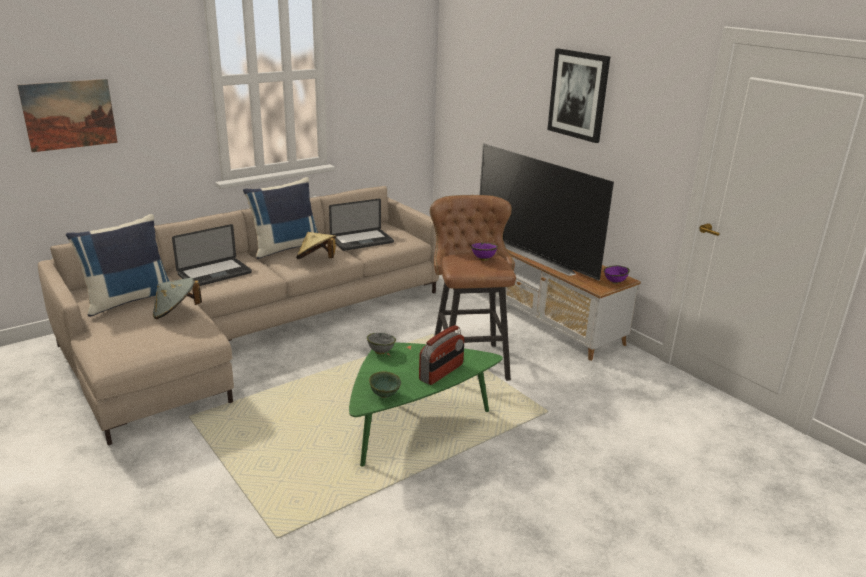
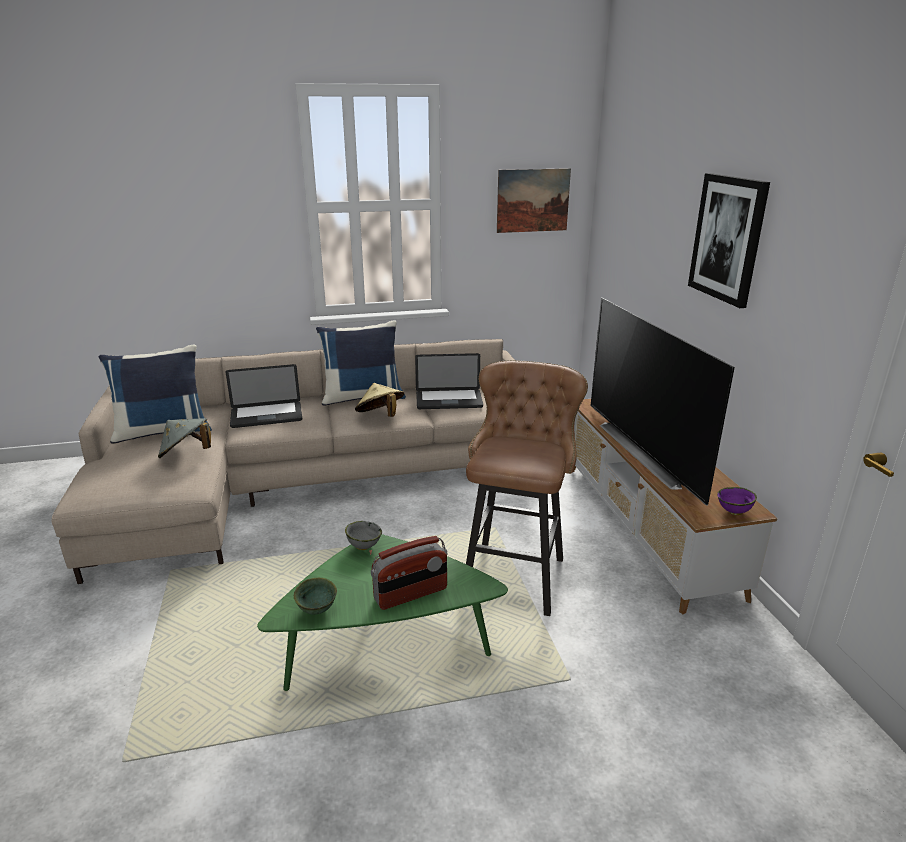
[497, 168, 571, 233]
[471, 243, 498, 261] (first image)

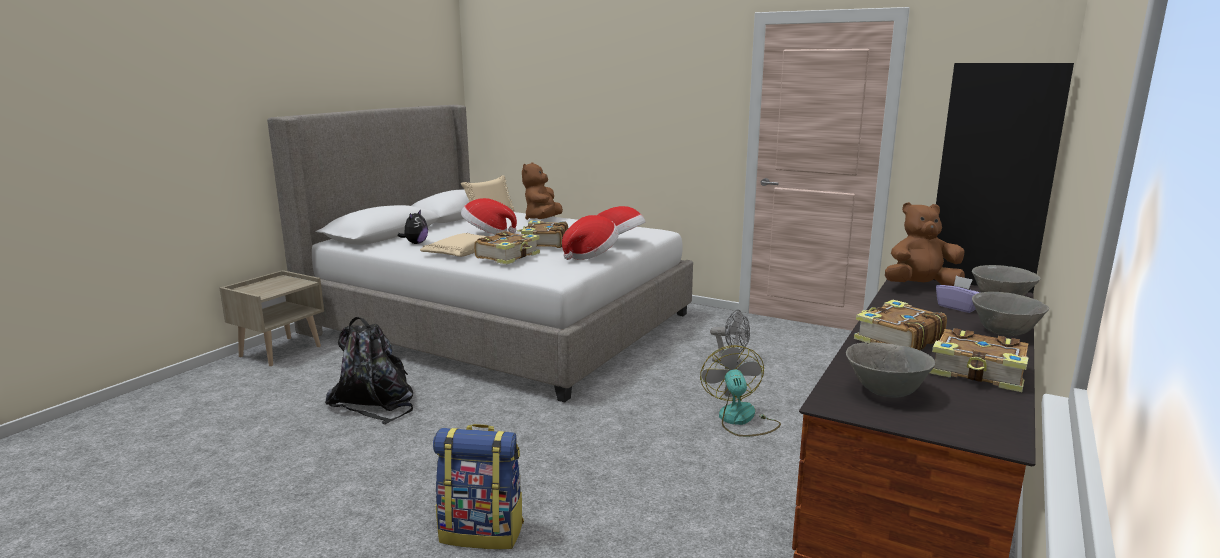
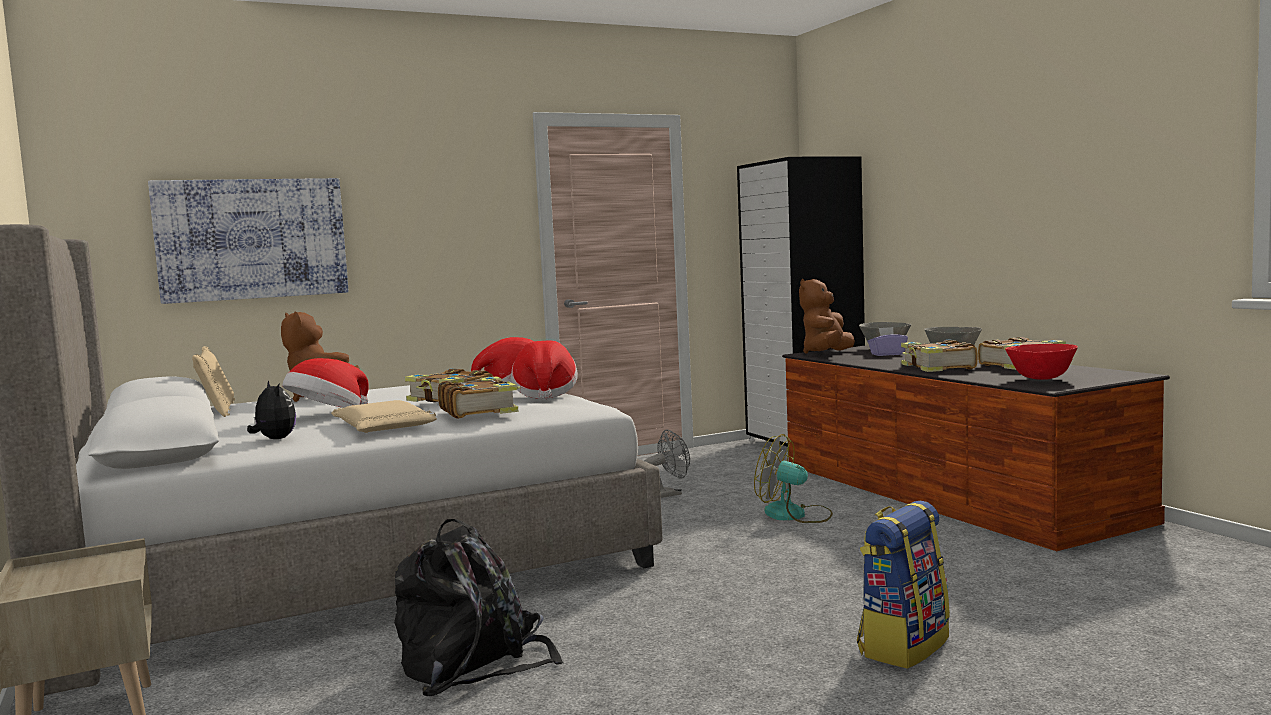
[1005, 344, 1078, 380]
[148, 178, 349, 304]

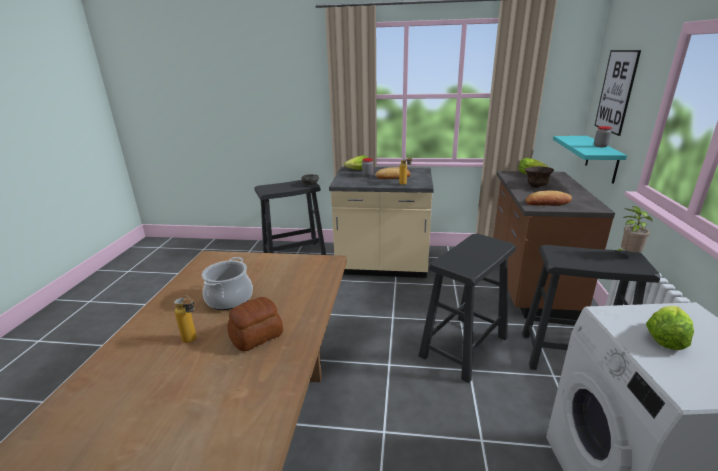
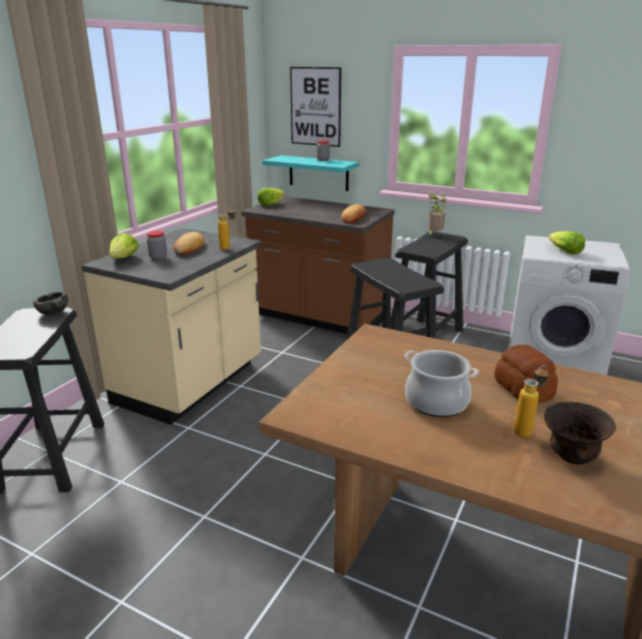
[544, 402, 616, 465]

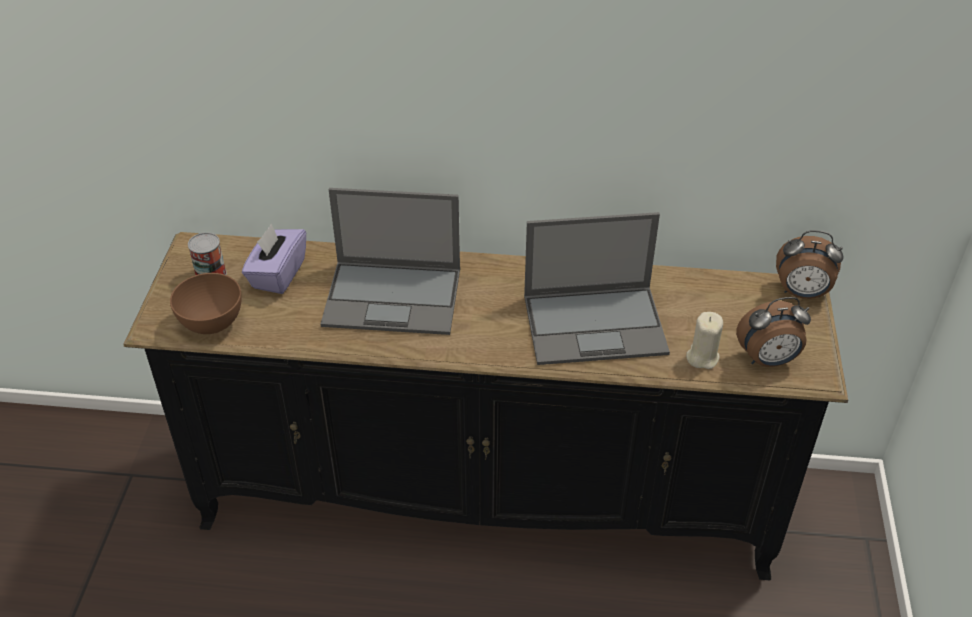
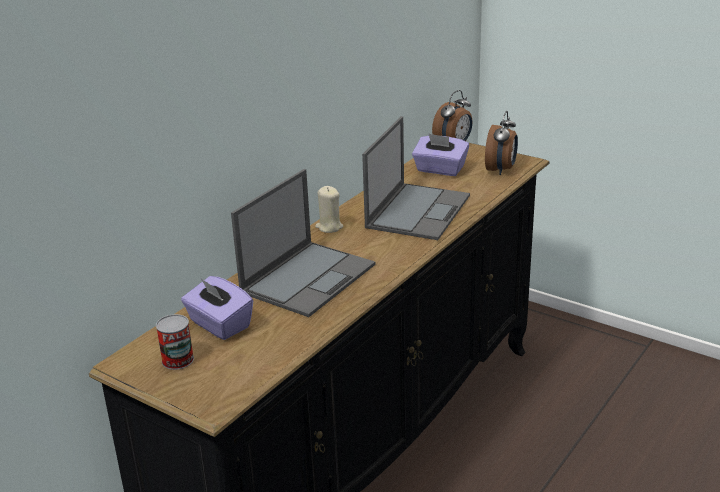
[170, 273, 242, 334] (first image)
[315, 186, 344, 233]
[412, 133, 469, 176]

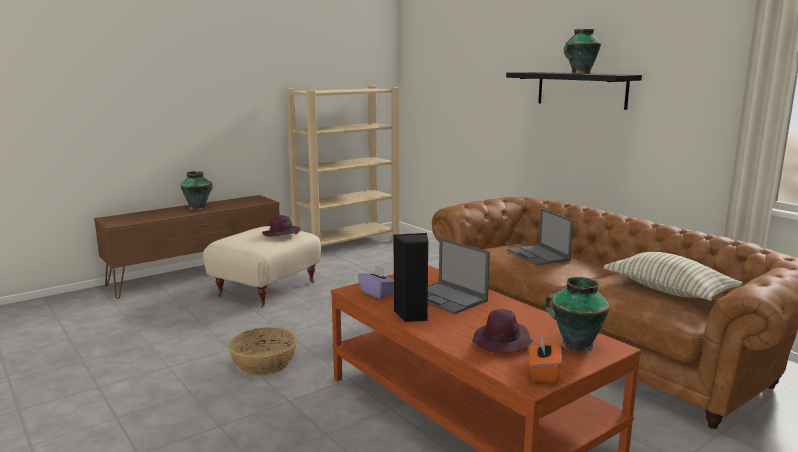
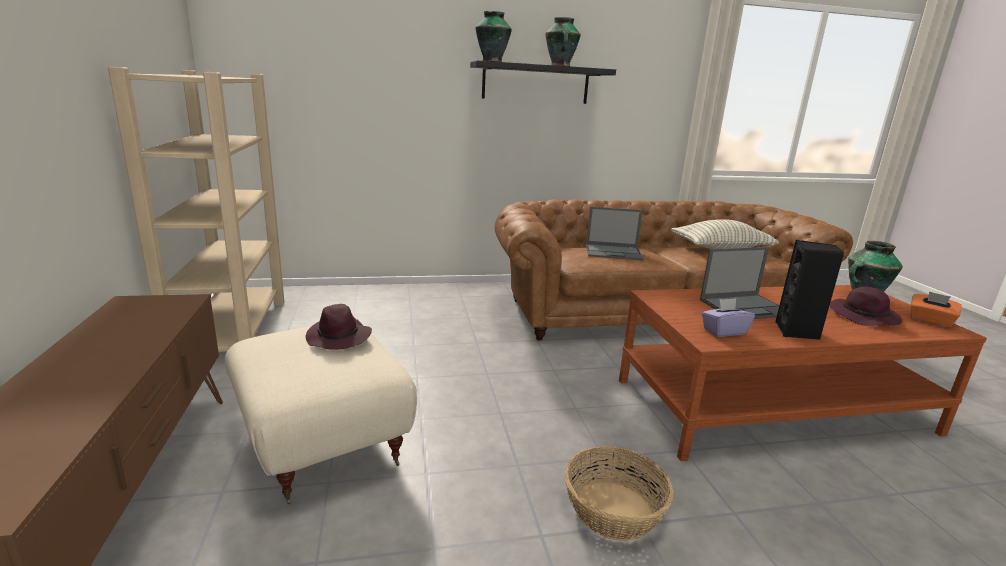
[475, 11, 512, 62]

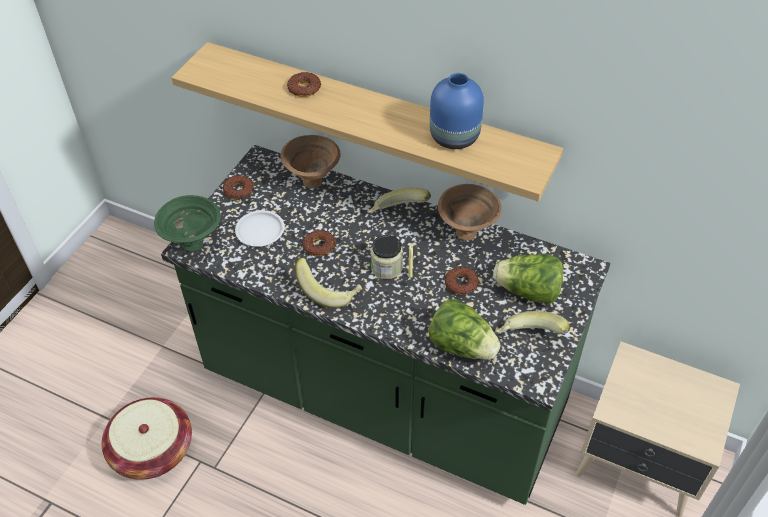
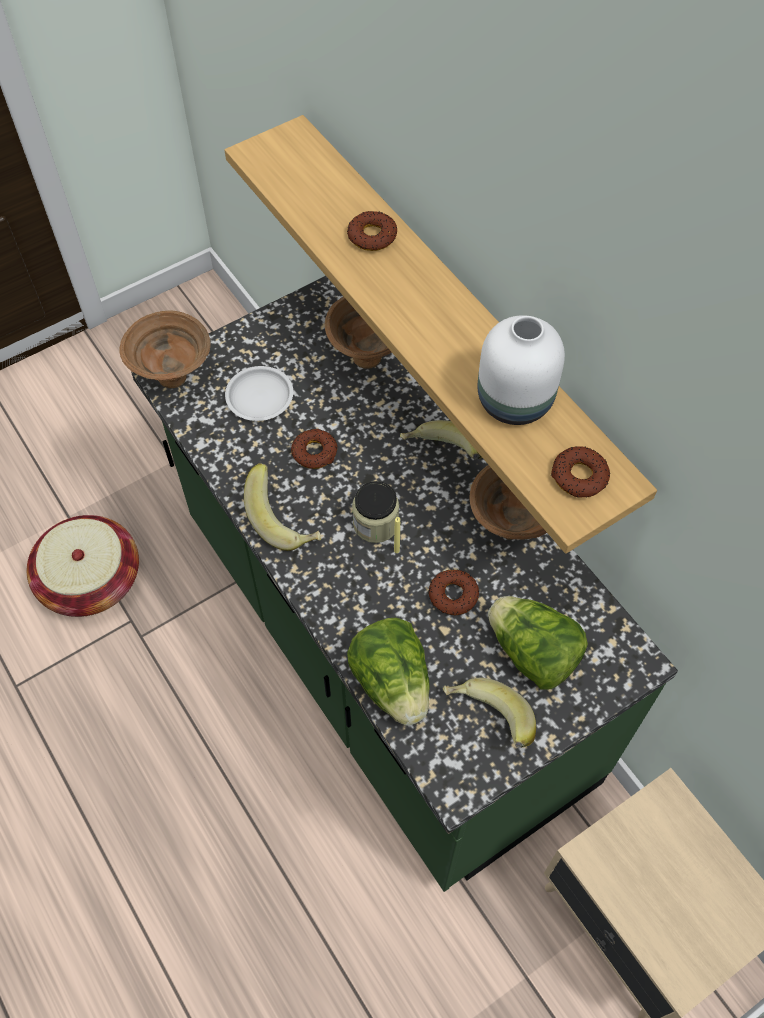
[477, 315, 565, 425]
[551, 446, 610, 498]
[119, 310, 211, 388]

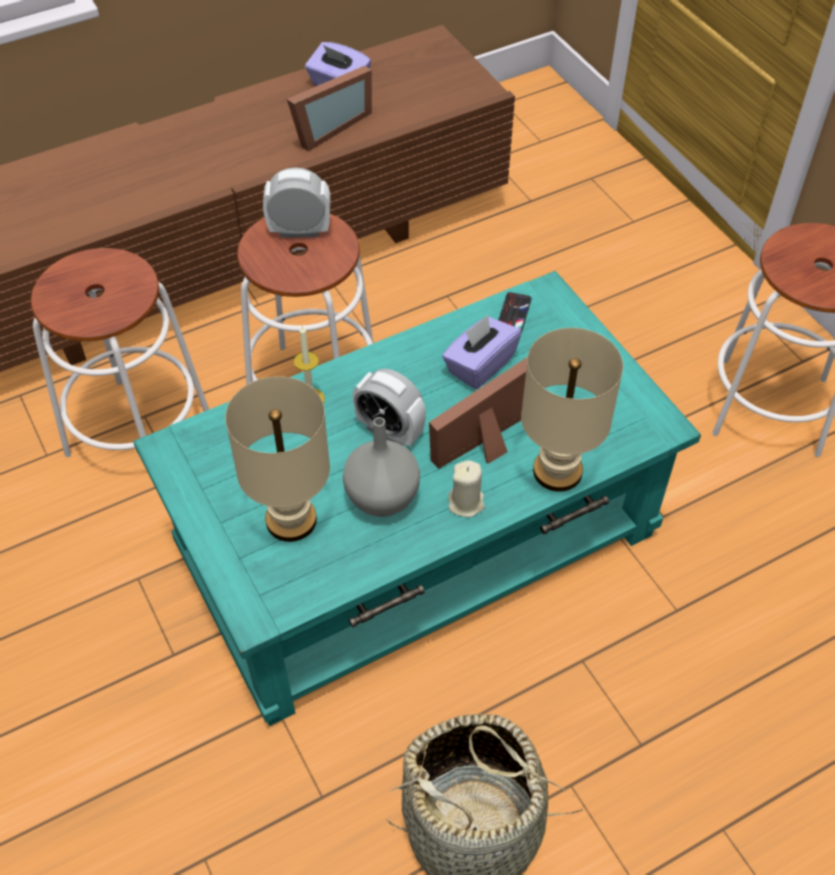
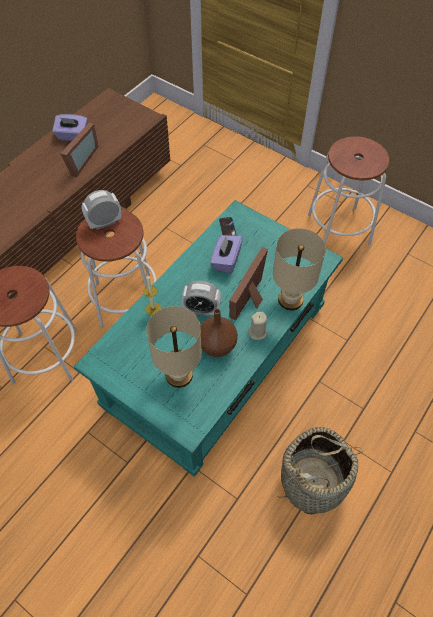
[200, 309, 238, 357]

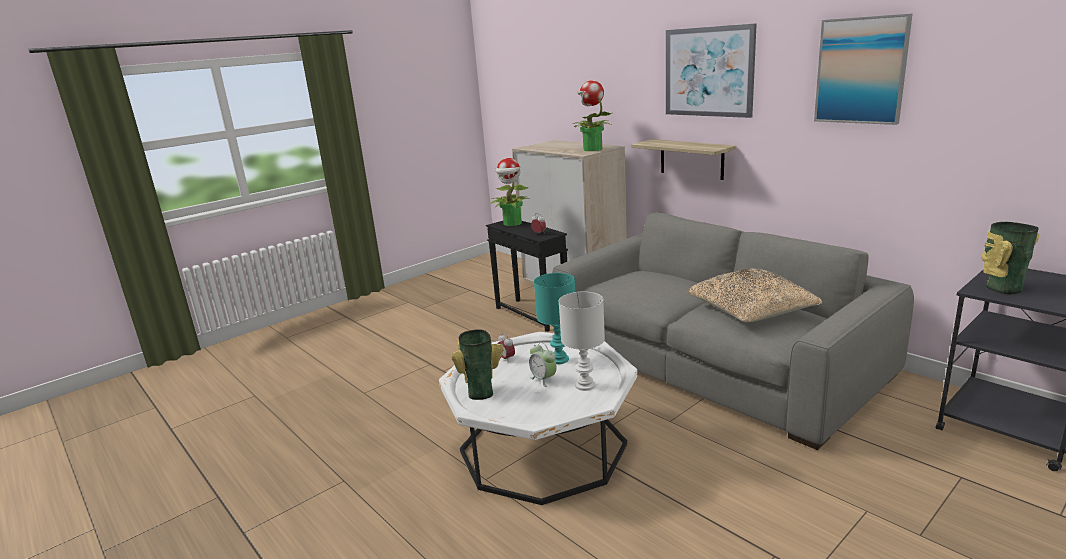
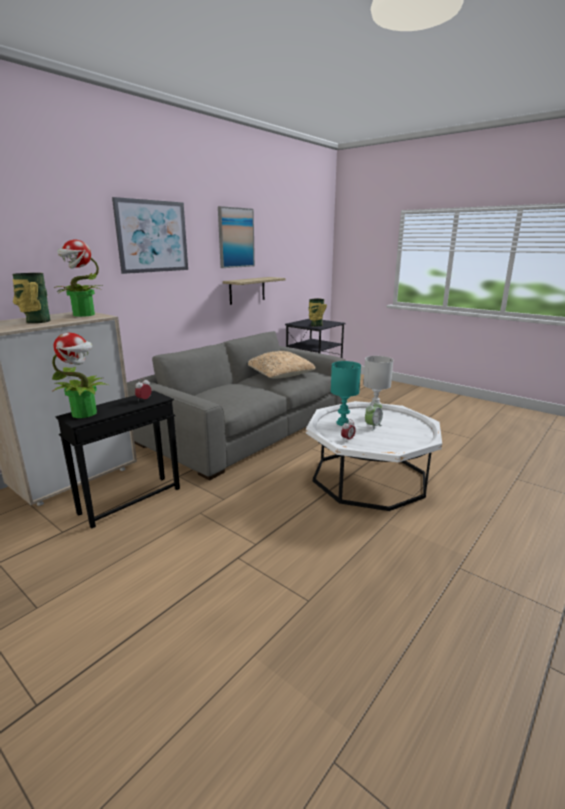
[223, 277, 285, 305]
[13, 273, 51, 323]

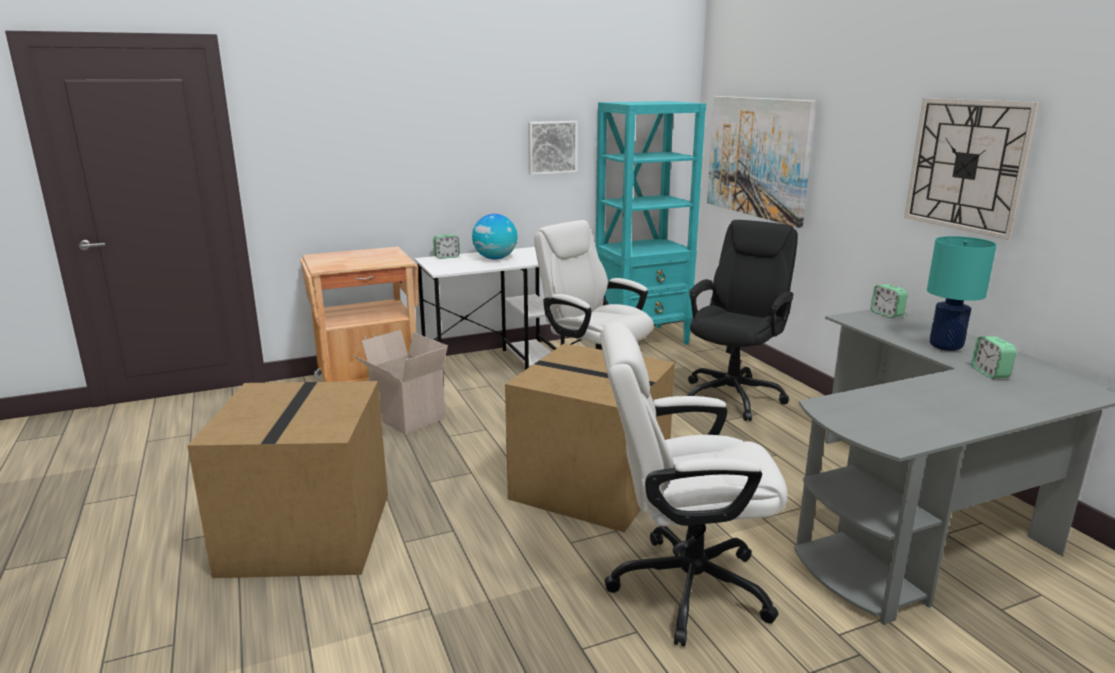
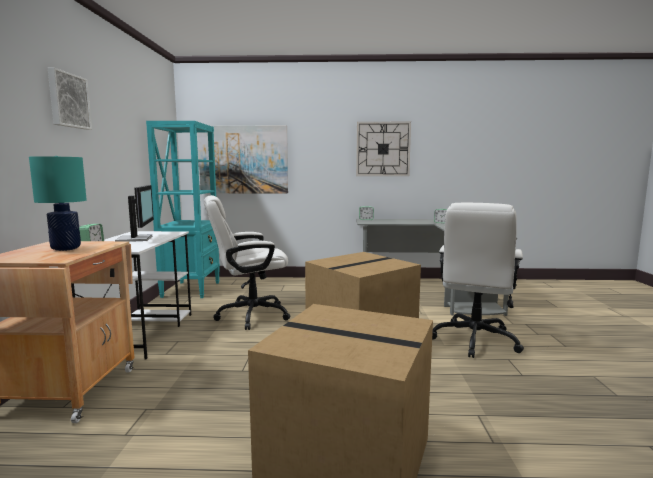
[48, 67, 92, 130]
[115, 185, 154, 242]
[687, 220, 798, 421] (first image)
[29, 156, 87, 251]
[353, 330, 448, 435] (first image)

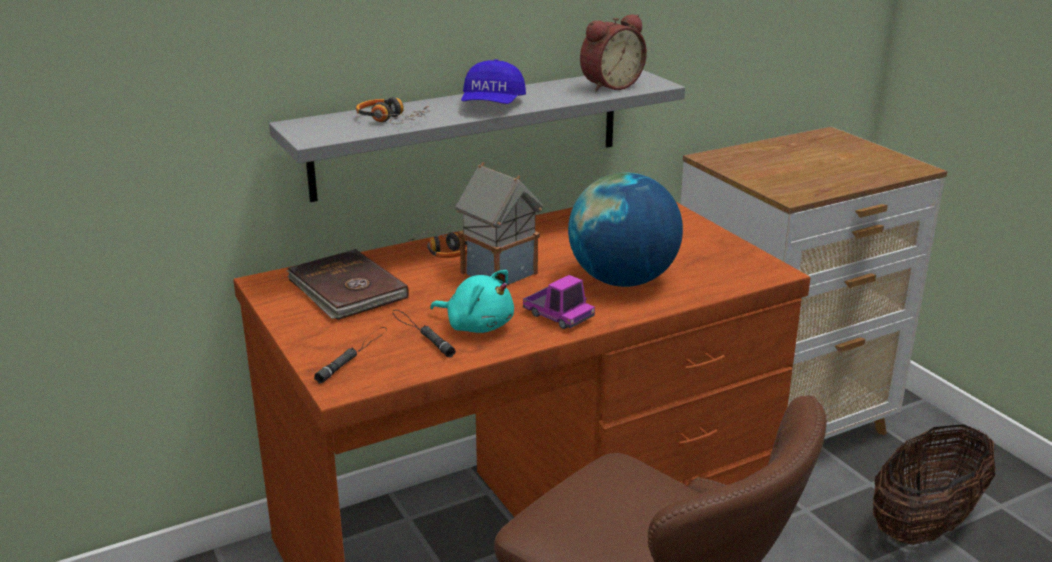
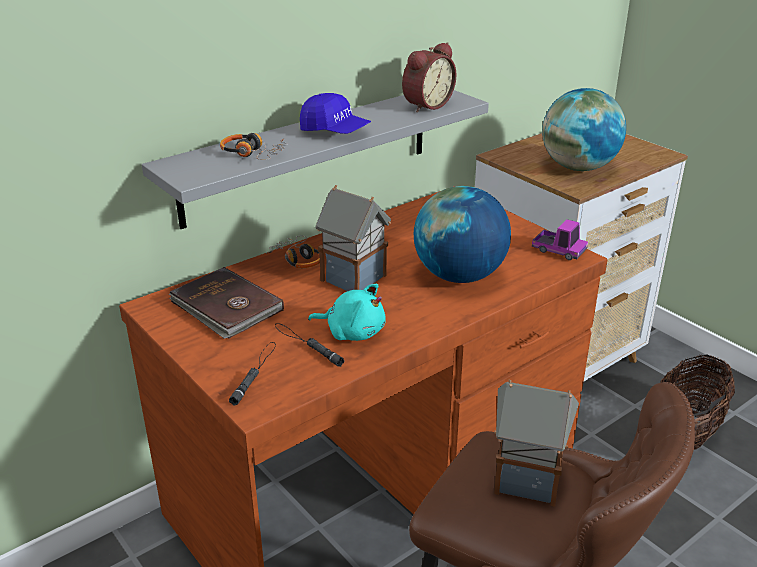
[300, 93, 371, 134]
[532, 219, 588, 260]
[542, 88, 626, 171]
[494, 380, 579, 507]

